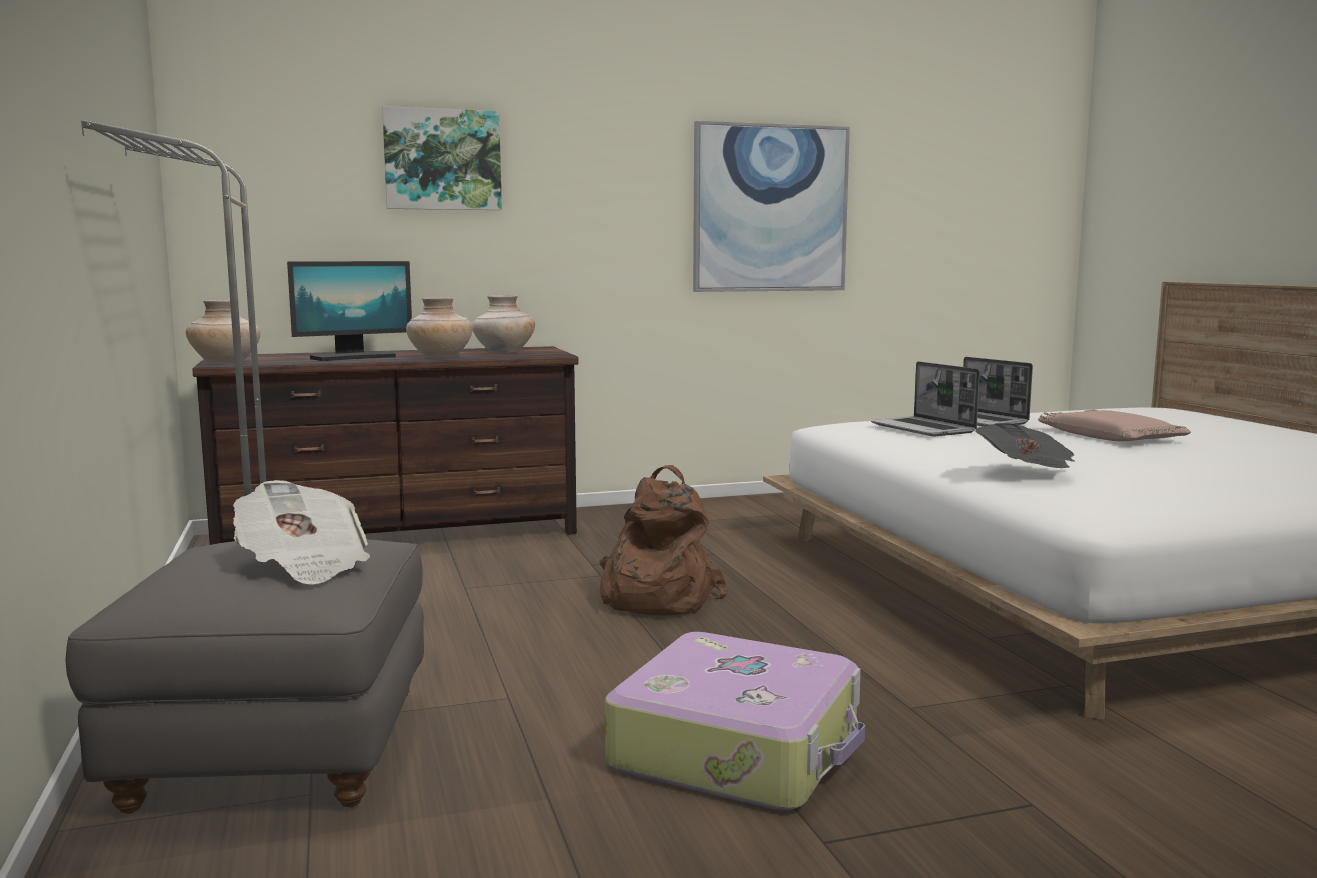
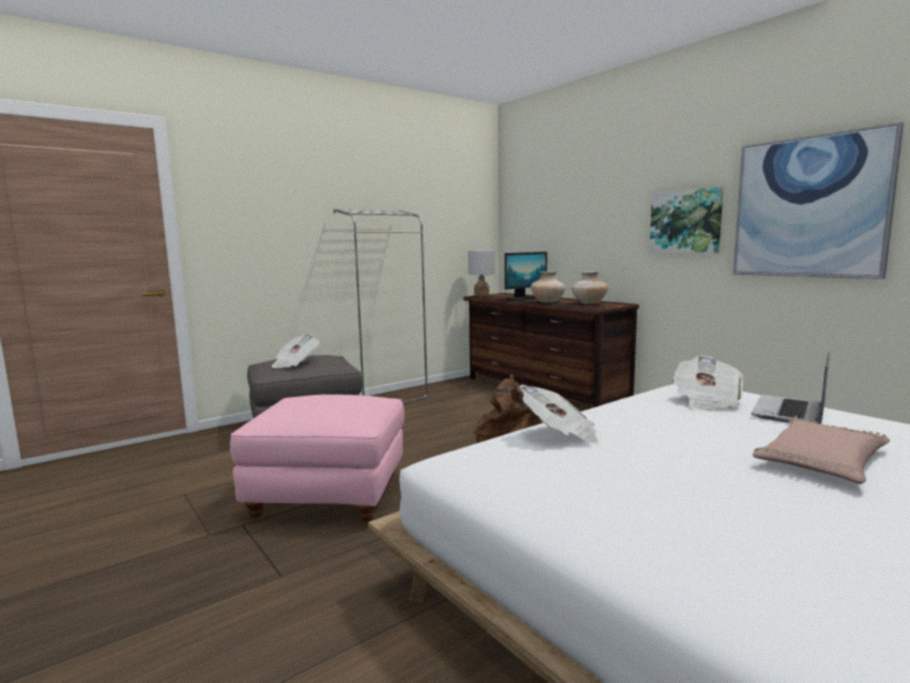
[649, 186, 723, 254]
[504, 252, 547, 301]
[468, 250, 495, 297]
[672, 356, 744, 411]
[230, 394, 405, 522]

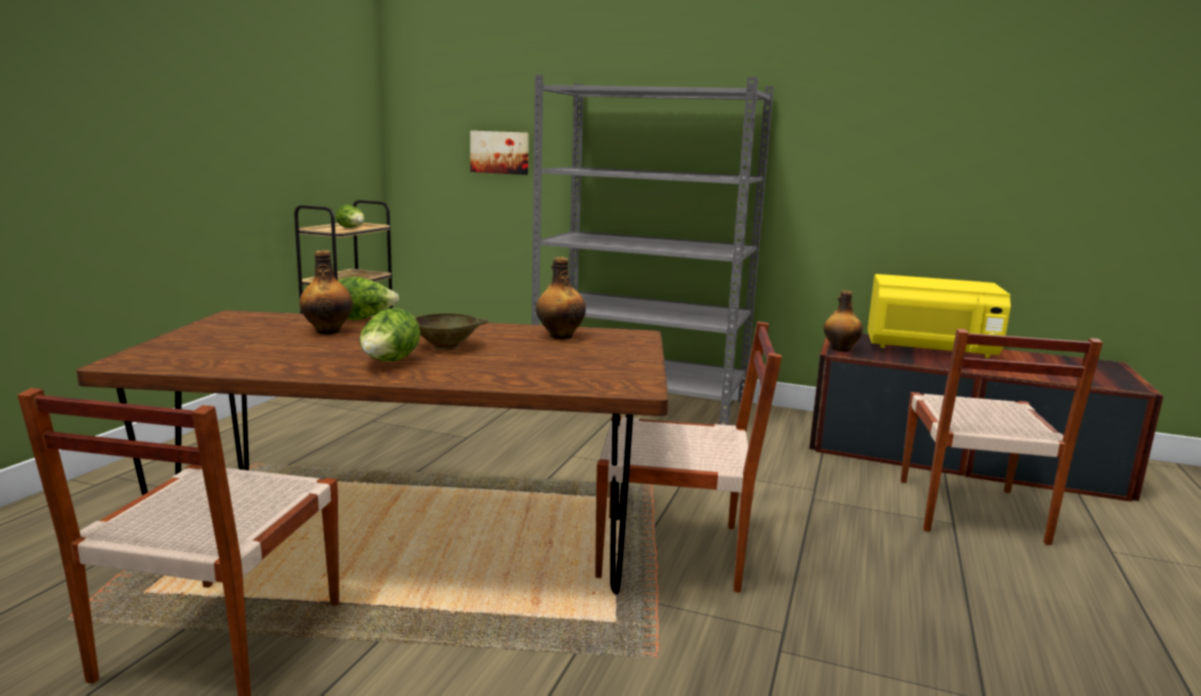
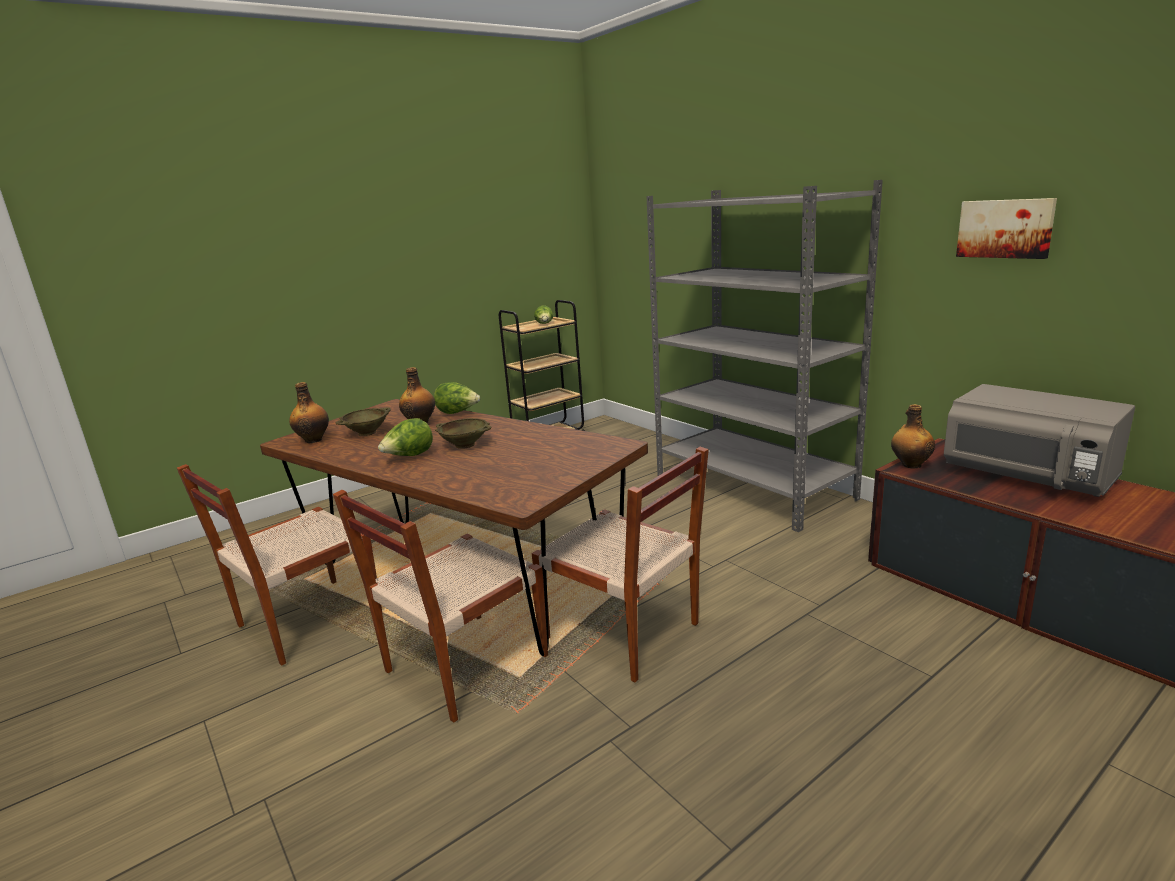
[956, 198, 1057, 259]
[289, 382, 329, 443]
[944, 384, 1135, 497]
[333, 490, 548, 722]
[336, 407, 391, 436]

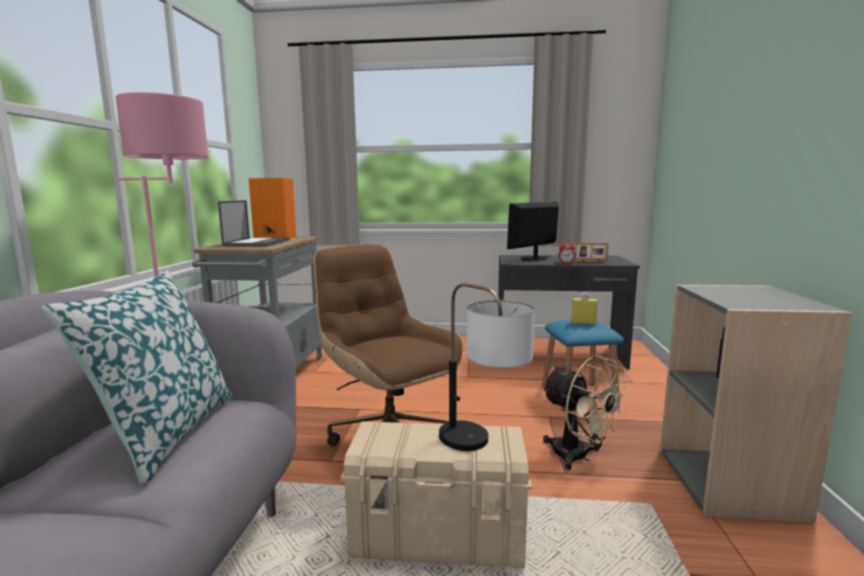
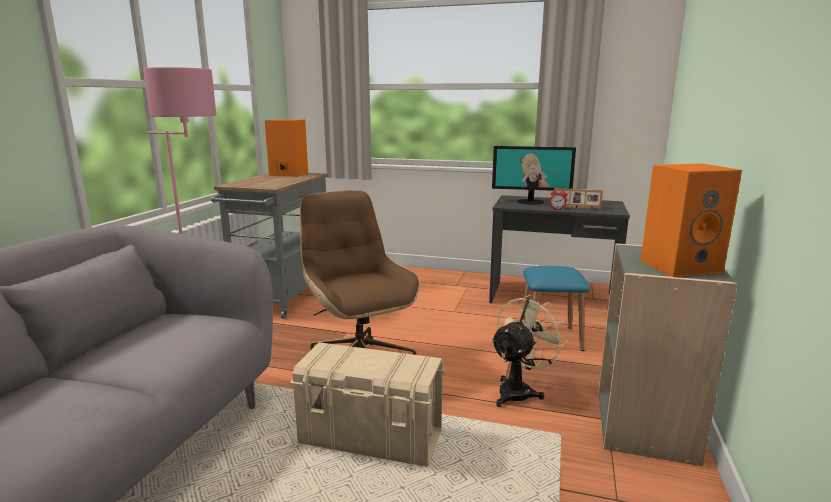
[218, 200, 289, 247] (first image)
[492, 146, 576, 205]
[41, 270, 233, 485] (first image)
[439, 283, 535, 451] (first image)
[571, 293, 597, 325] (first image)
[491, 295, 568, 407]
[641, 164, 742, 277]

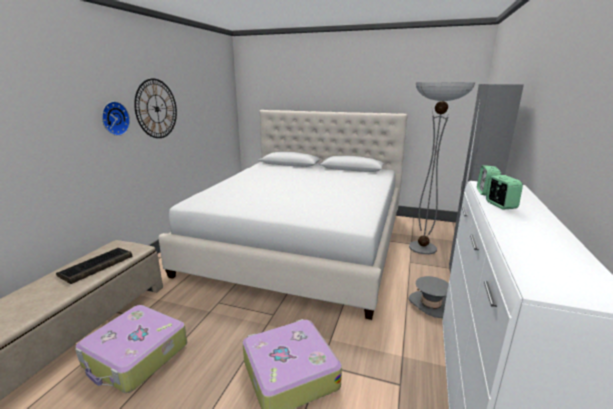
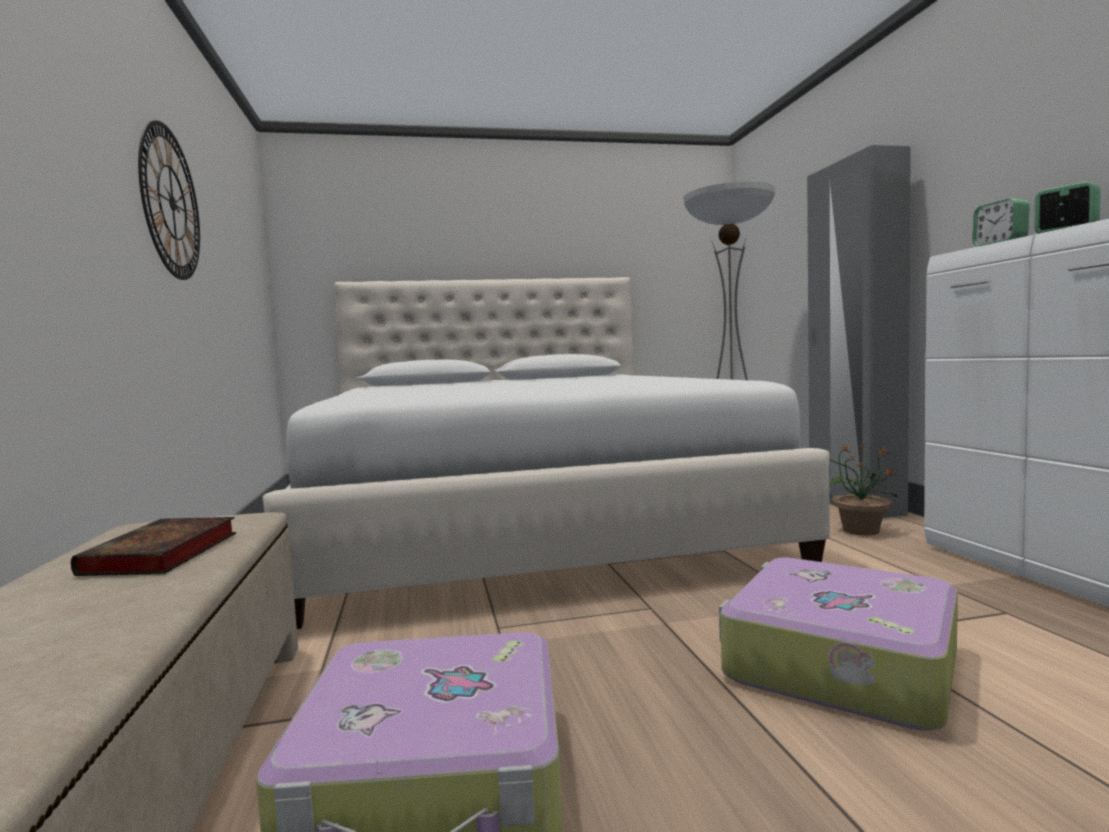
[102, 101, 130, 136] (first image)
[71, 517, 236, 576]
[829, 443, 898, 535]

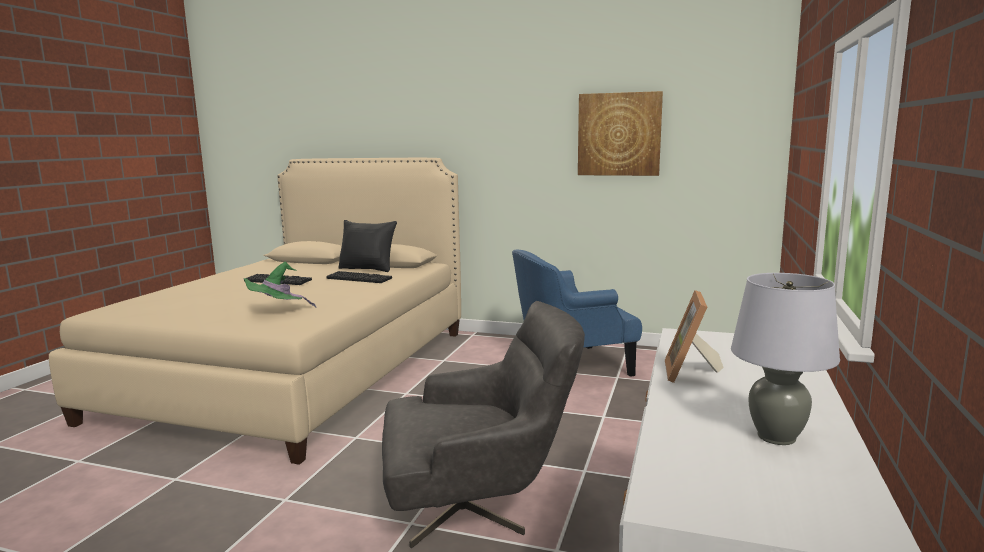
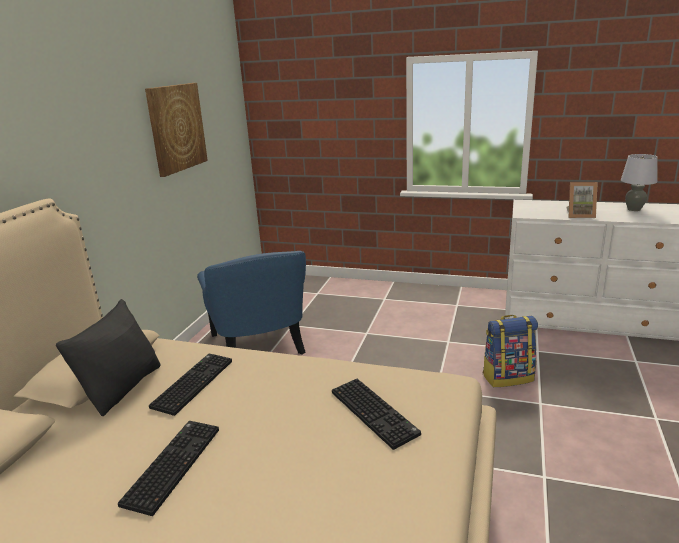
[332, 379, 421, 450]
[483, 315, 538, 387]

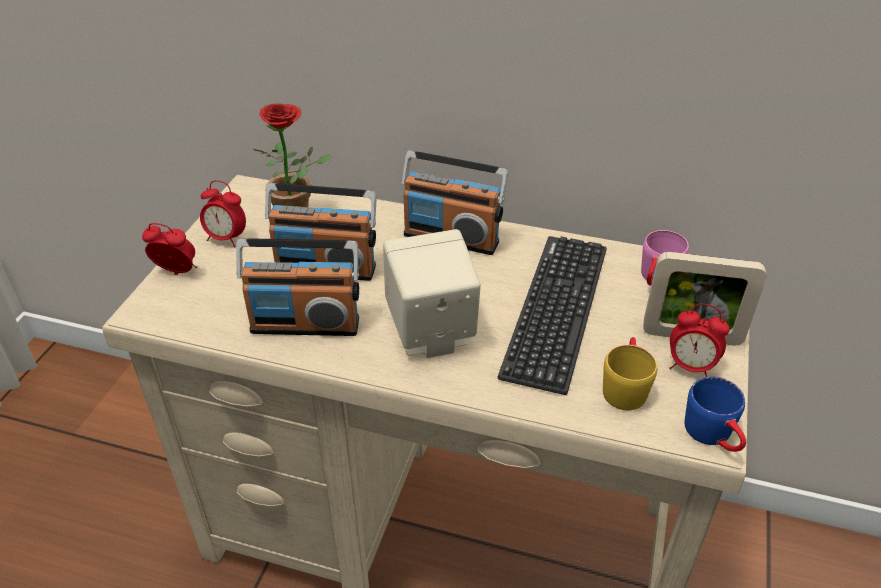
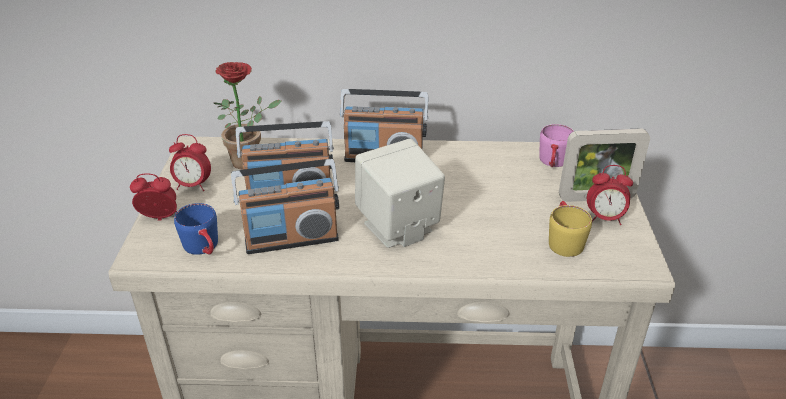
[498, 236, 606, 395] (first image)
[174, 203, 218, 255]

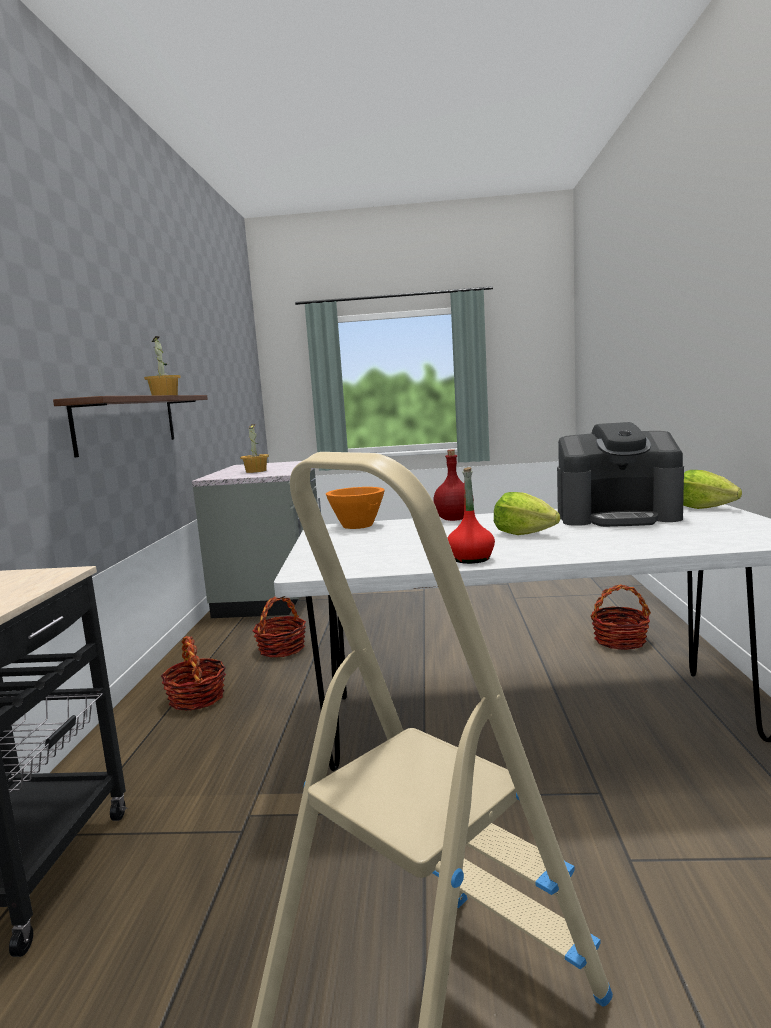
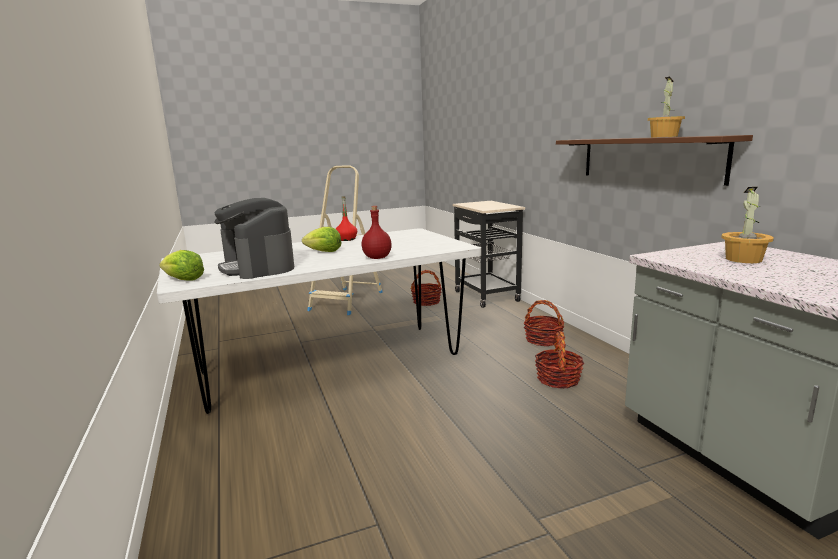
[214, 198, 294, 279]
[326, 487, 385, 529] (first image)
[411, 270, 442, 306]

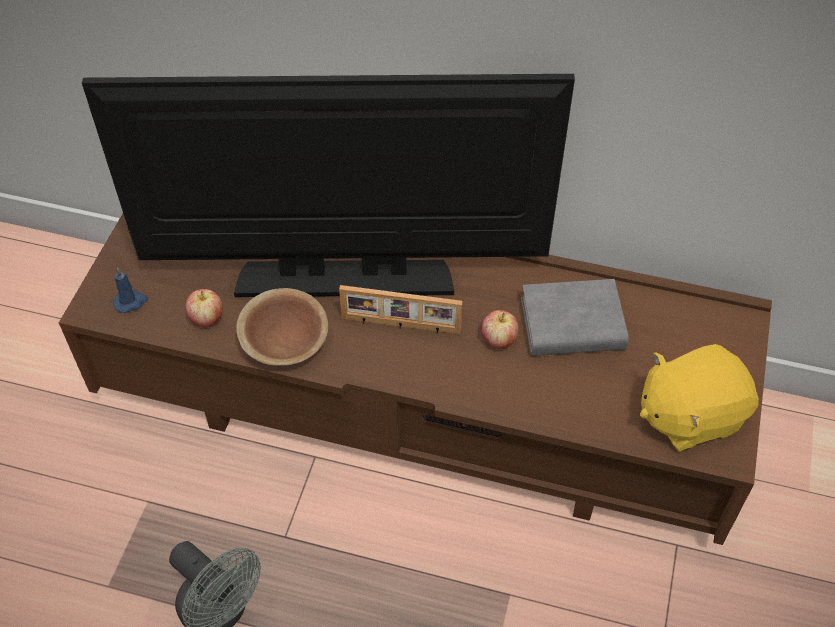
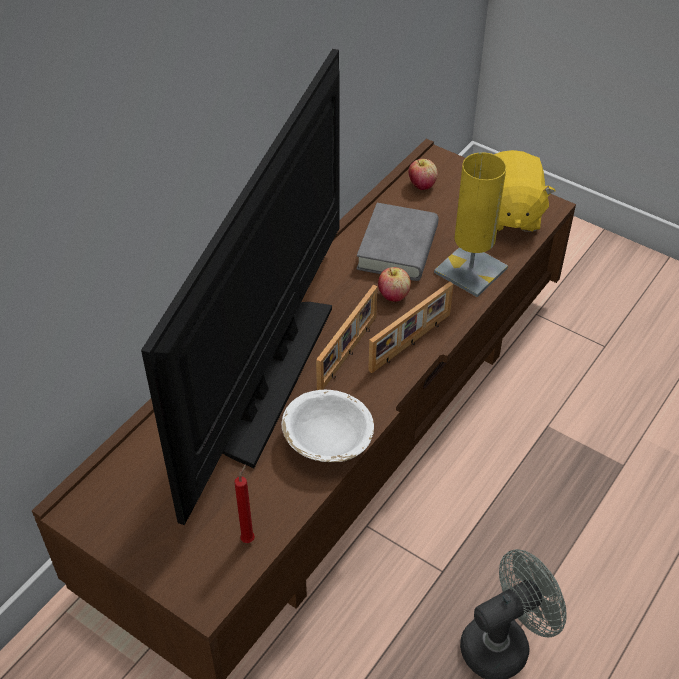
[113, 268, 148, 313] (first image)
[282, 390, 374, 462]
[409, 159, 438, 190]
[434, 152, 508, 297]
[368, 282, 453, 373]
[234, 464, 255, 543]

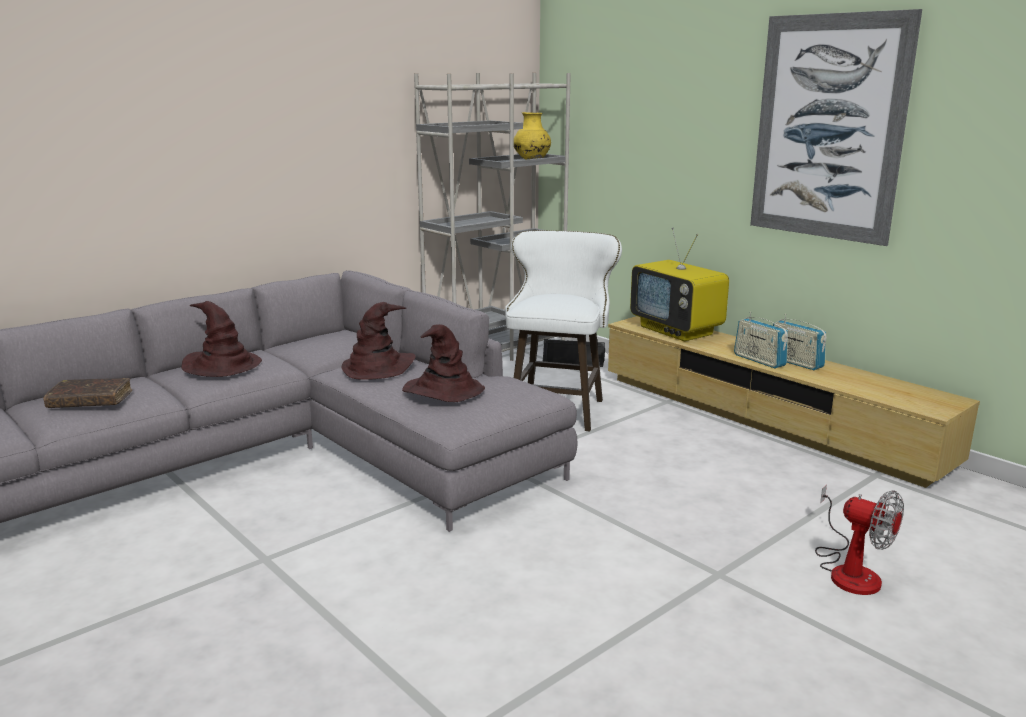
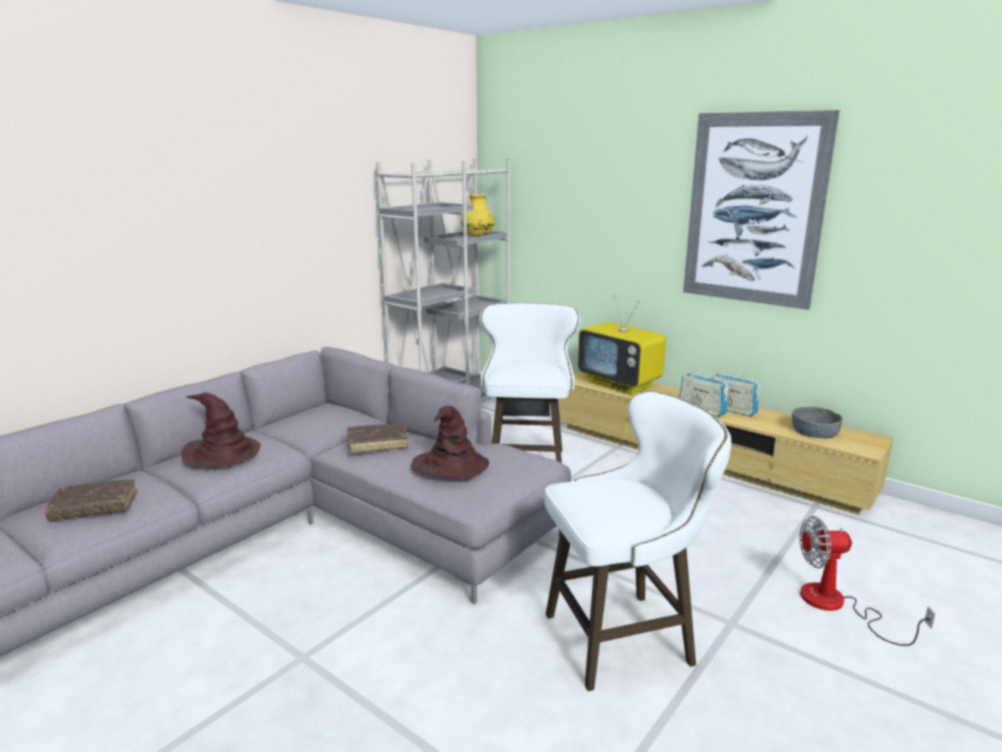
[347, 423, 408, 454]
[799, 516, 935, 646]
[544, 391, 731, 691]
[792, 407, 843, 438]

